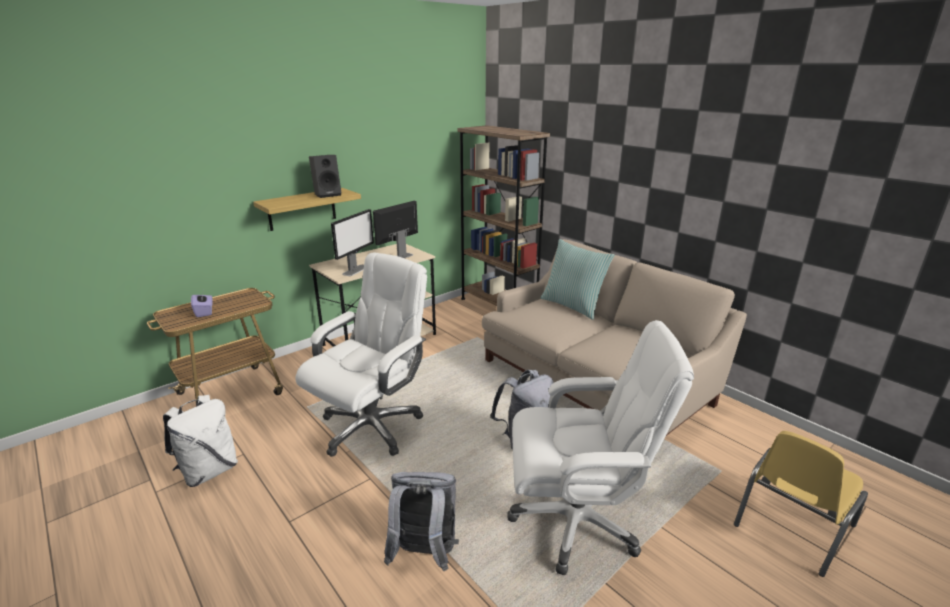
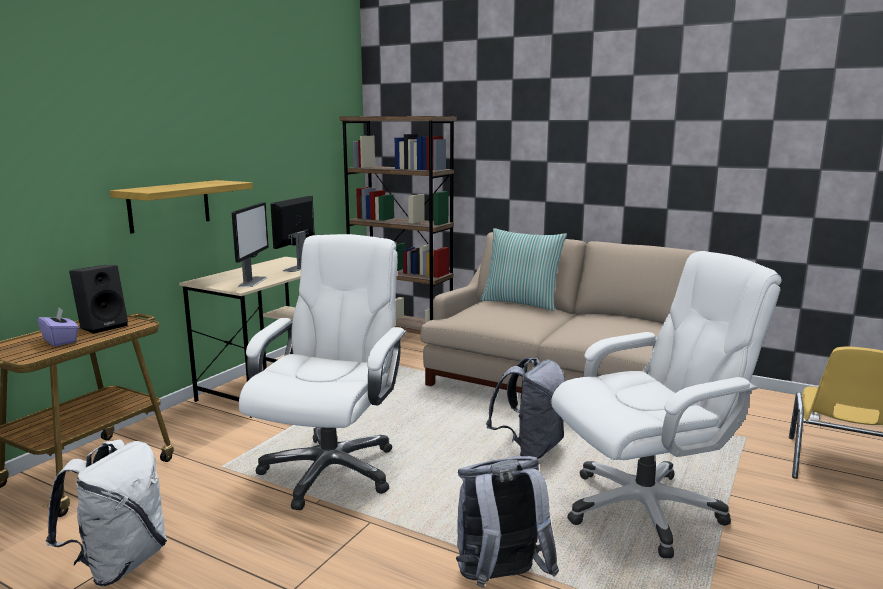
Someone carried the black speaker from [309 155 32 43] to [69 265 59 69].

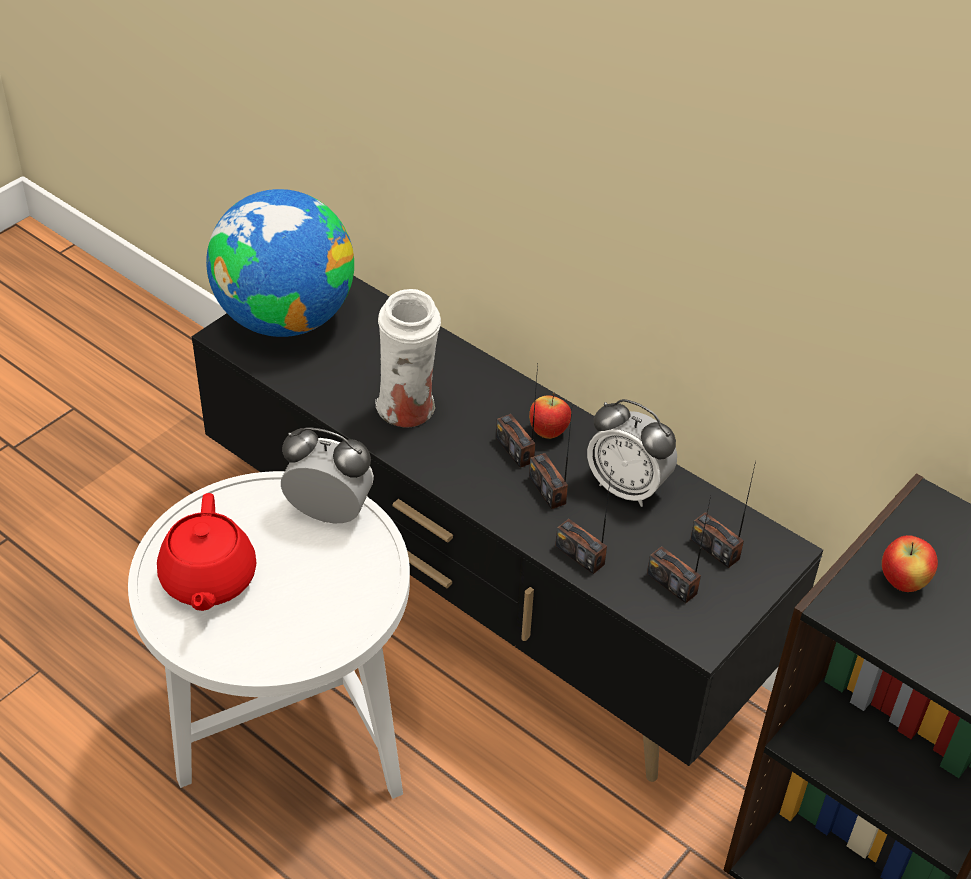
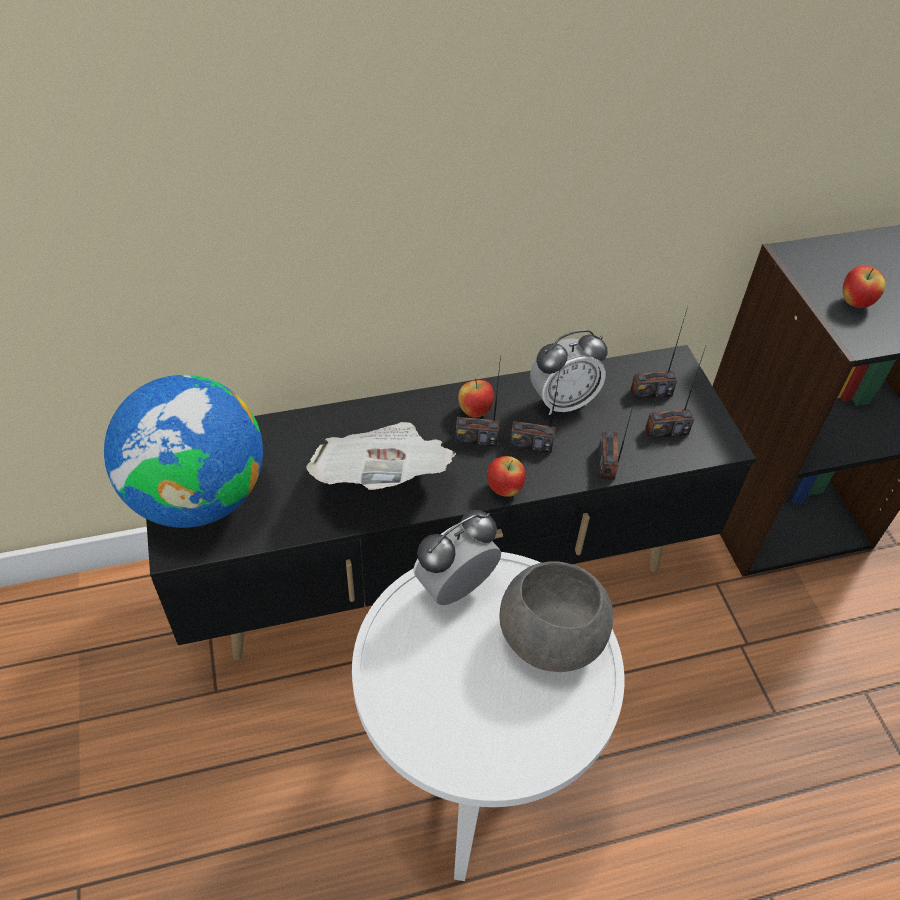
Someone swapped the white vase at [375 289 66 139] for the newspaper at [306 422 150 68].
Someone rotated the radio at [555 467 57 107] by 105 degrees clockwise.
Someone took away the red teapot at [157 493 99 118].
Someone put down the apple at [487 456 38 41].
Someone put down the grey bowl at [499 561 114 111].

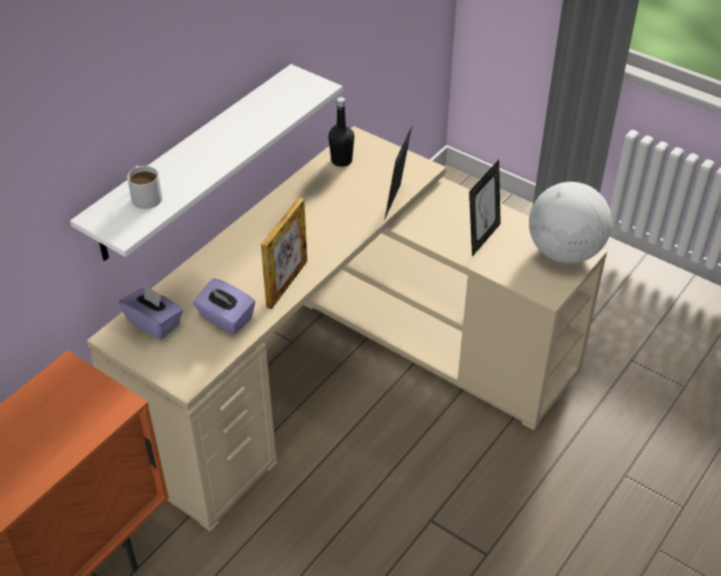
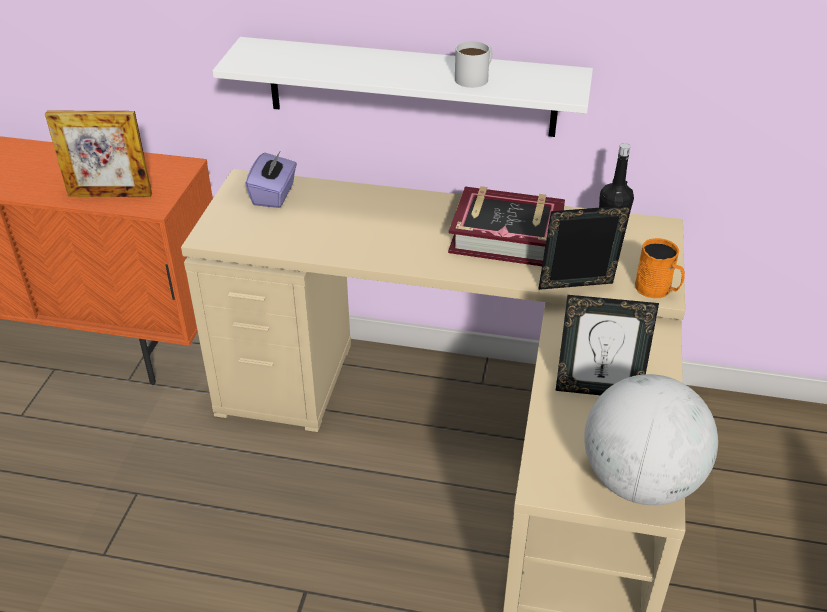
Someone carried the white mug from [127 166 35 43] to [455 41 37 47].
Someone carried the picture frame from [261 197 46 112] to [45 111 107 86].
Someone took away the purple tissue box at [193 278 62 57].
Someone put down the book at [448 186 117 80].
Someone put down the orange mug at [635 238 50 60].

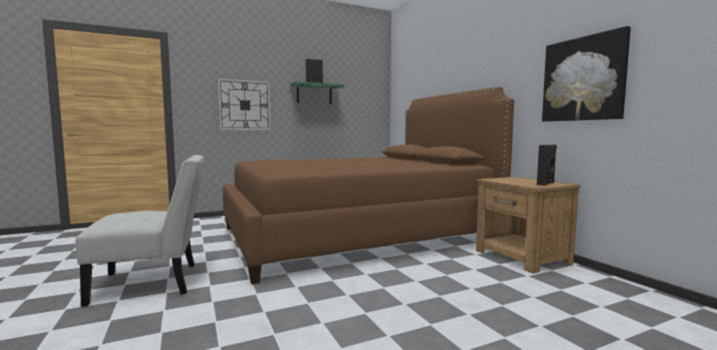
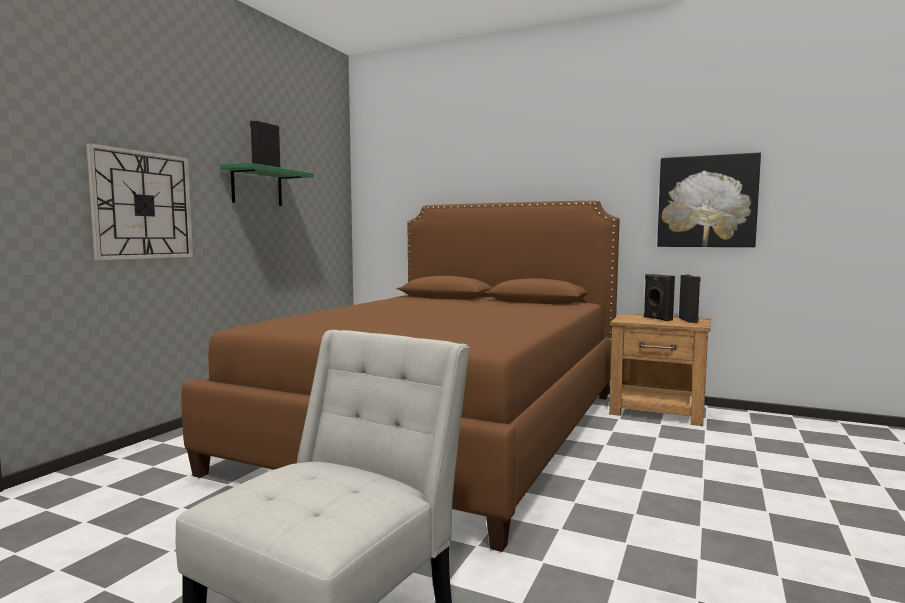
Someone put down the black speaker at [644 274 31 47].

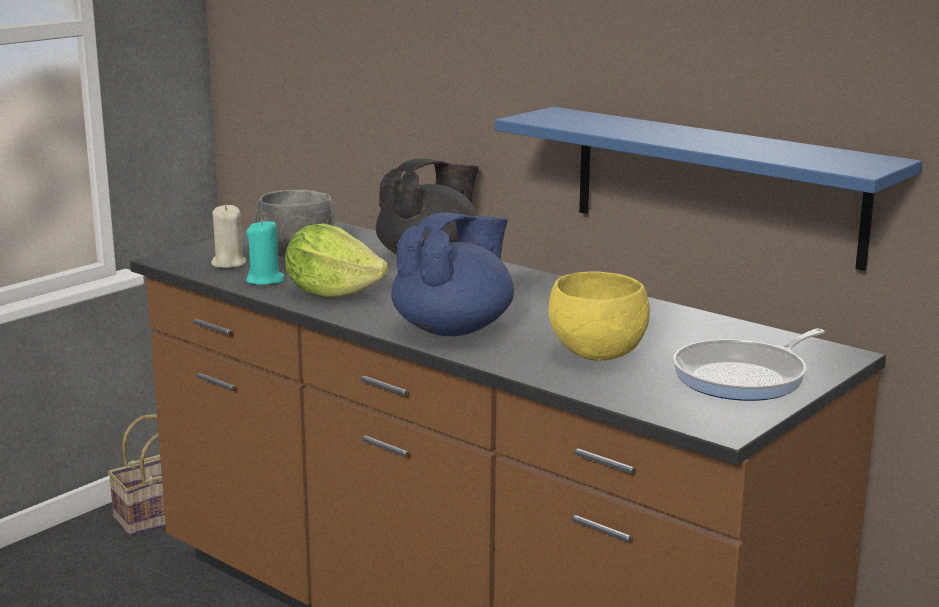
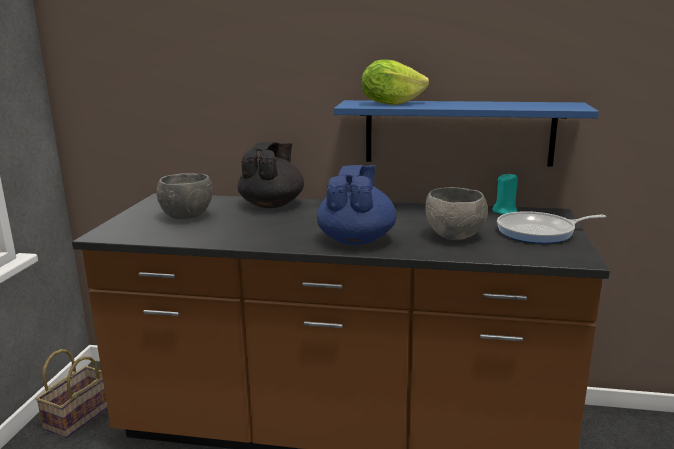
Someone took away the beige candle at [211 204 35 64].
Someone carried the turquoise candle from [246 219 39 66] to [492 173 26 41].
Someone carried the lettuce from [285 223 103 75] to [361 59 68 46].
Someone repainted the yellow bowl at [549 271 101 90], which became the grey bowl at [425 187 63 53].
Someone rotated the frying pan at [673 329 152 72] by 60 degrees clockwise.

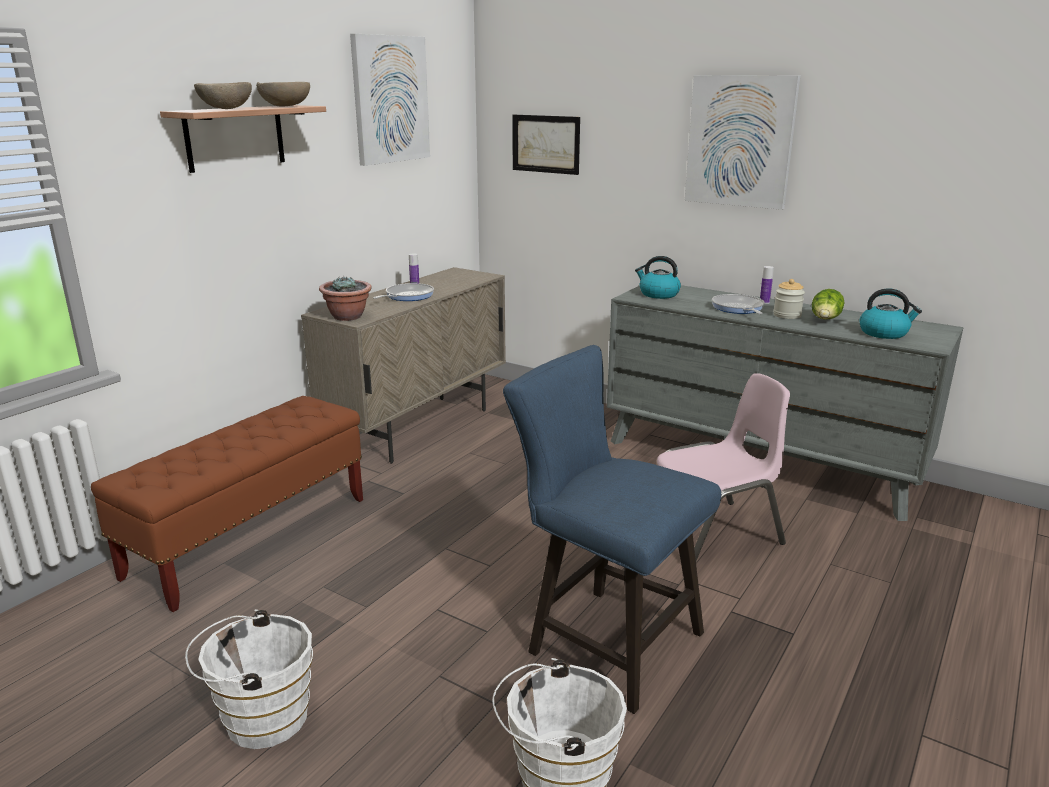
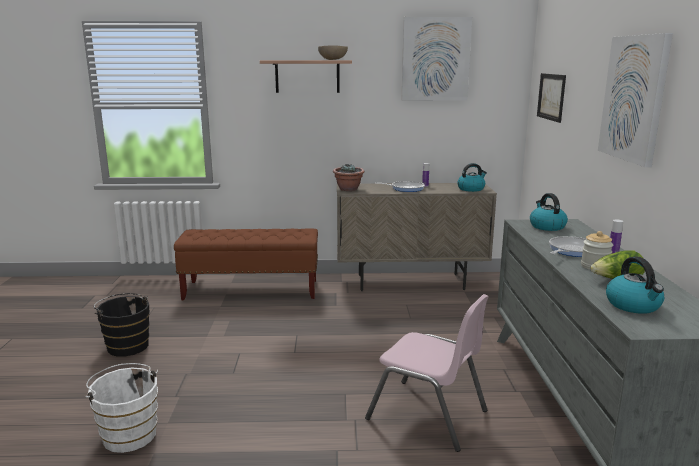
Someone took away the beige bowl at [194 82 58 27].
Someone took away the blue chair at [503 345 218 369].
Someone repainted the white bucket at [185 609 128 140], which became the black bucket at [94 293 56 64].
Someone put down the kettle at [458 163 29 29].

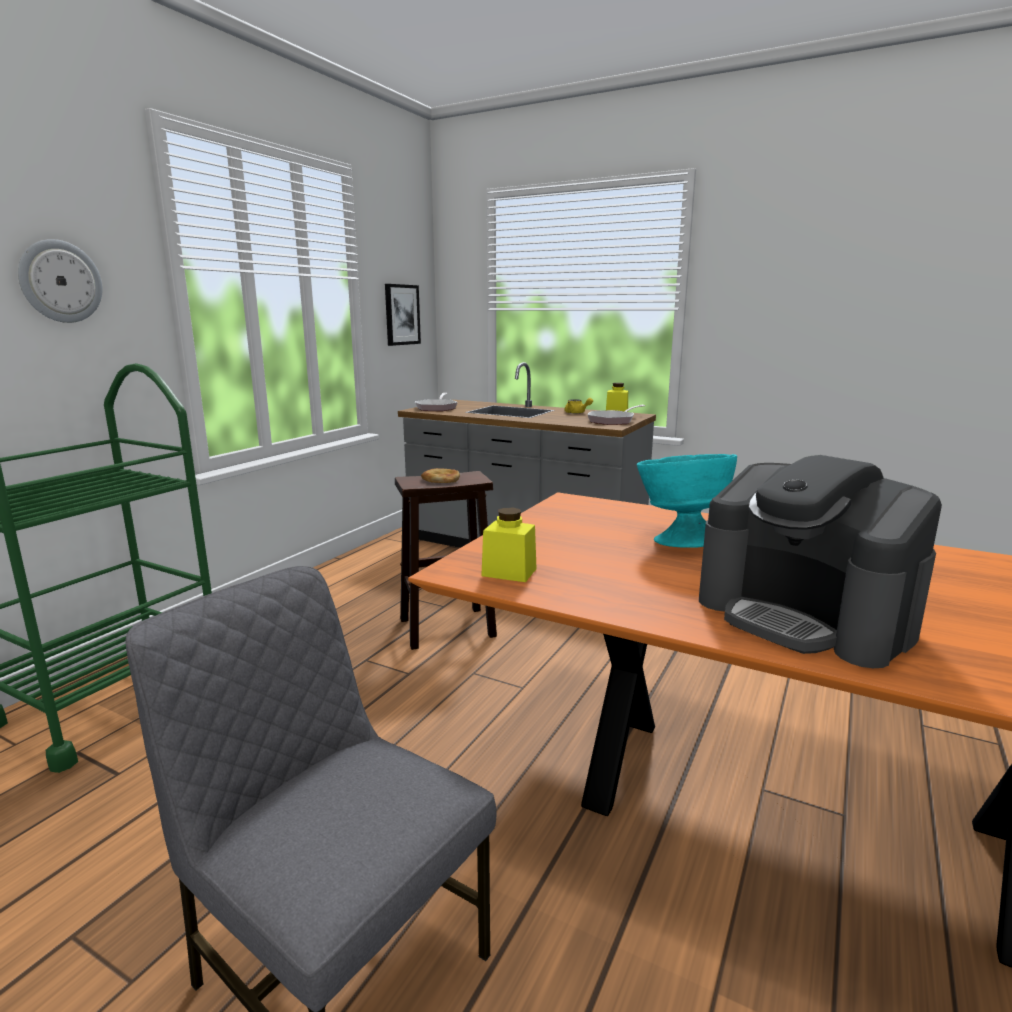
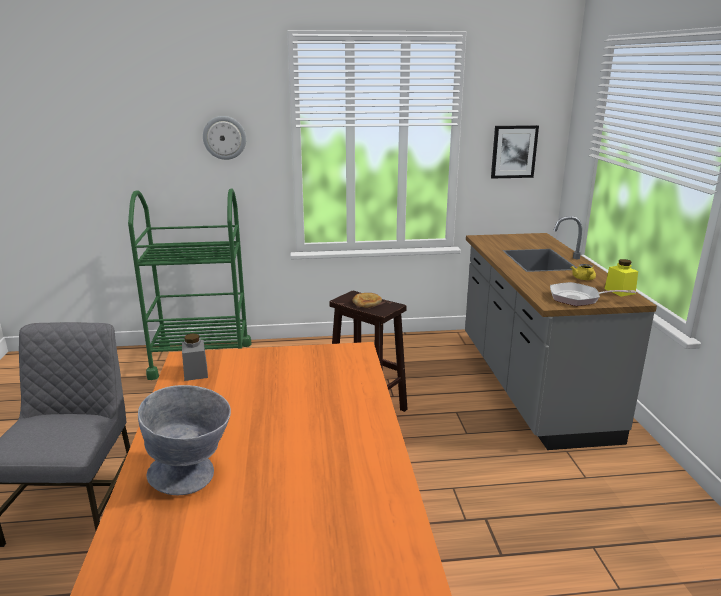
Someone took away the frying pan at [415 393 43 18].
Someone took away the turquoise bowl at [637 454 100 94].
Someone swapped the coffee machine at [699 455 243 213] for the grey bowl at [138 385 93 110].
Someone repainted the yellow jar at [481 508 56 74], which became the grey jar at [182 334 26 47].

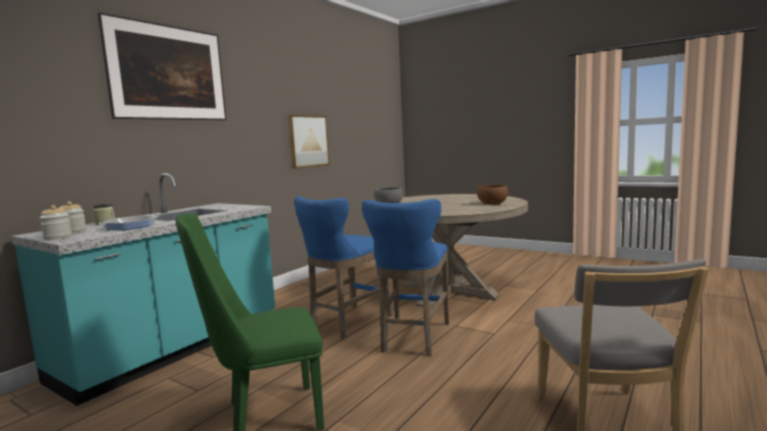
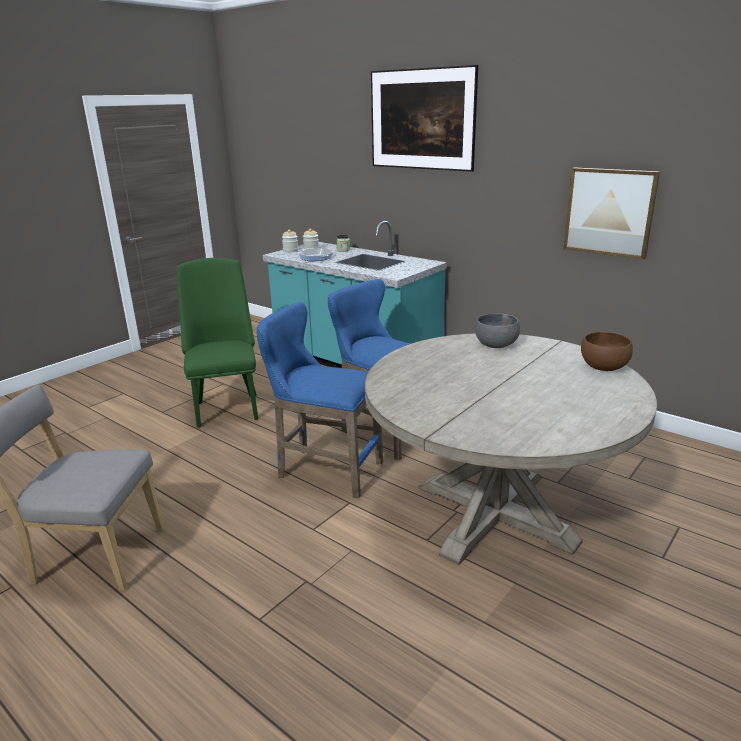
Someone carried the brown bowl from [477 184 31 21] to [581 332 52 39].

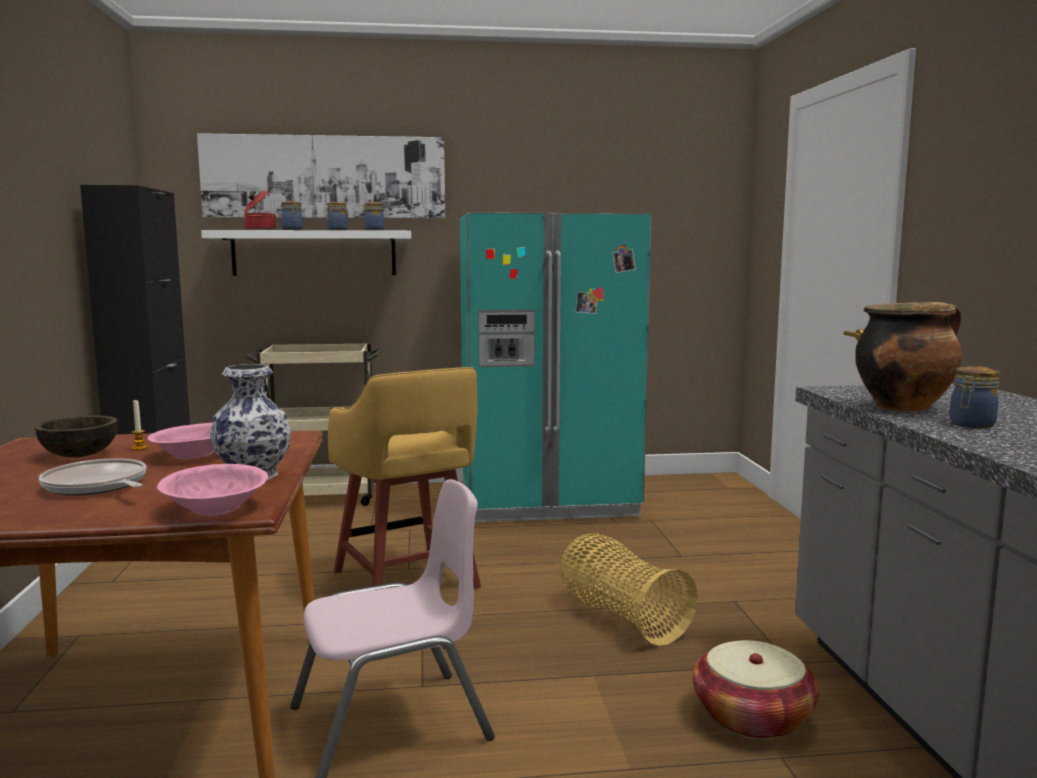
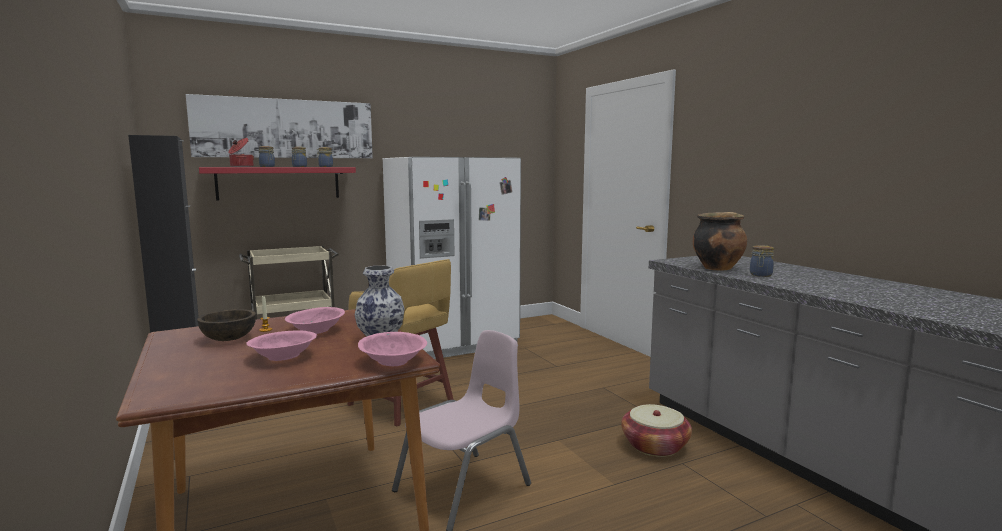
Someone repainted the turquoise fridge at [460 212 192 310], which became the white fridge at [383 157 138 202].
Someone repainted the white shelf at [201 230 210 46], which became the red shelf at [199 167 157 33].
Someone swapped the frying pan at [39 458 108 37] for the pink bowl at [246 330 71 31].
Someone took away the basket at [560 534 138 112].

